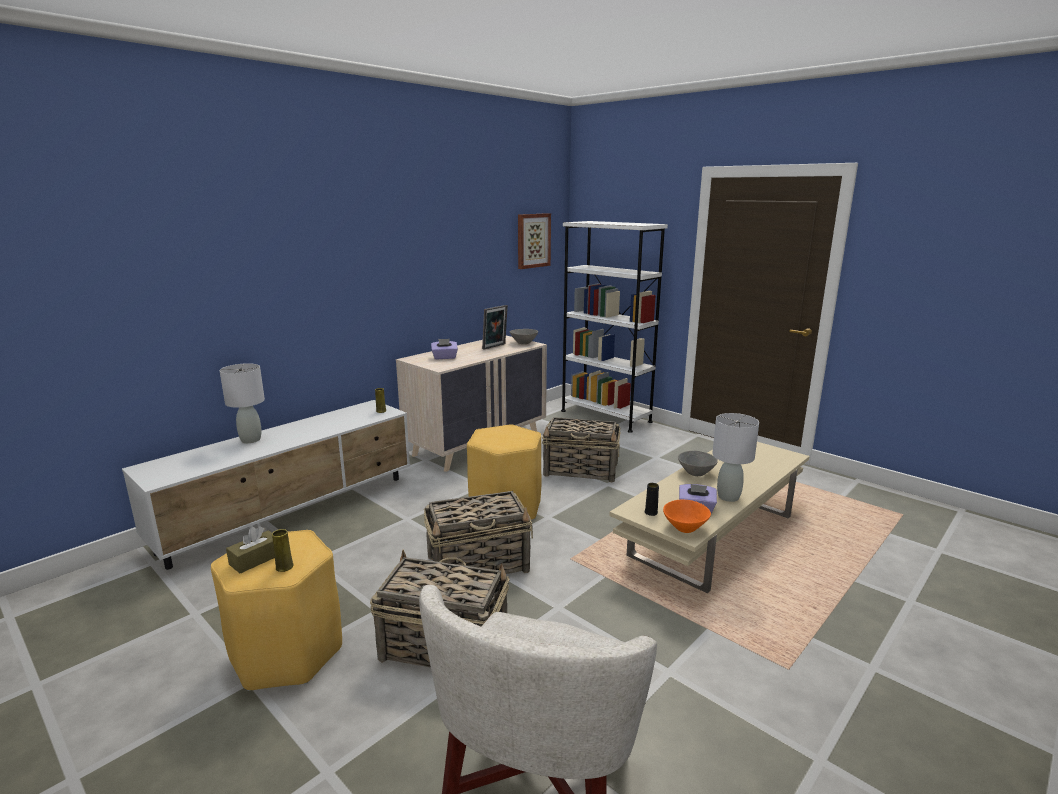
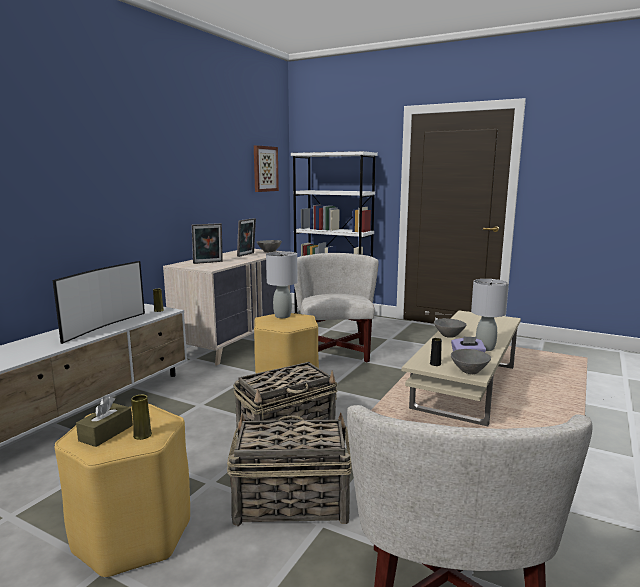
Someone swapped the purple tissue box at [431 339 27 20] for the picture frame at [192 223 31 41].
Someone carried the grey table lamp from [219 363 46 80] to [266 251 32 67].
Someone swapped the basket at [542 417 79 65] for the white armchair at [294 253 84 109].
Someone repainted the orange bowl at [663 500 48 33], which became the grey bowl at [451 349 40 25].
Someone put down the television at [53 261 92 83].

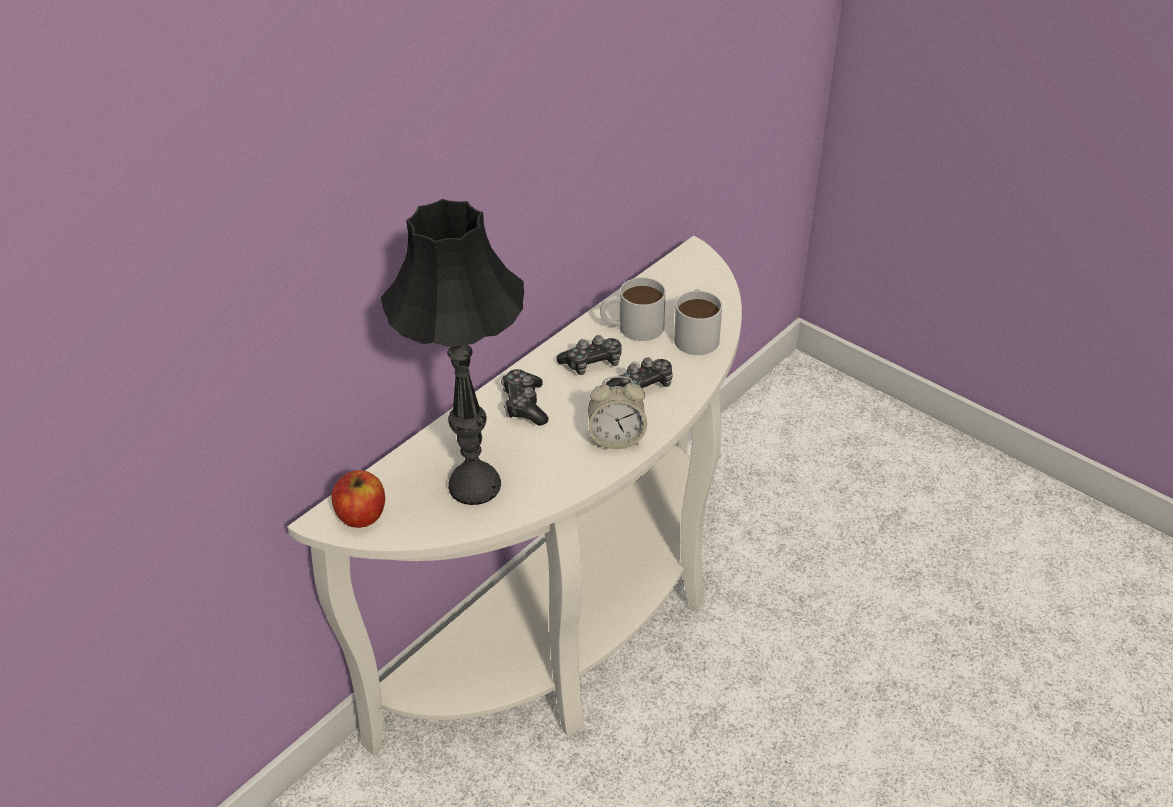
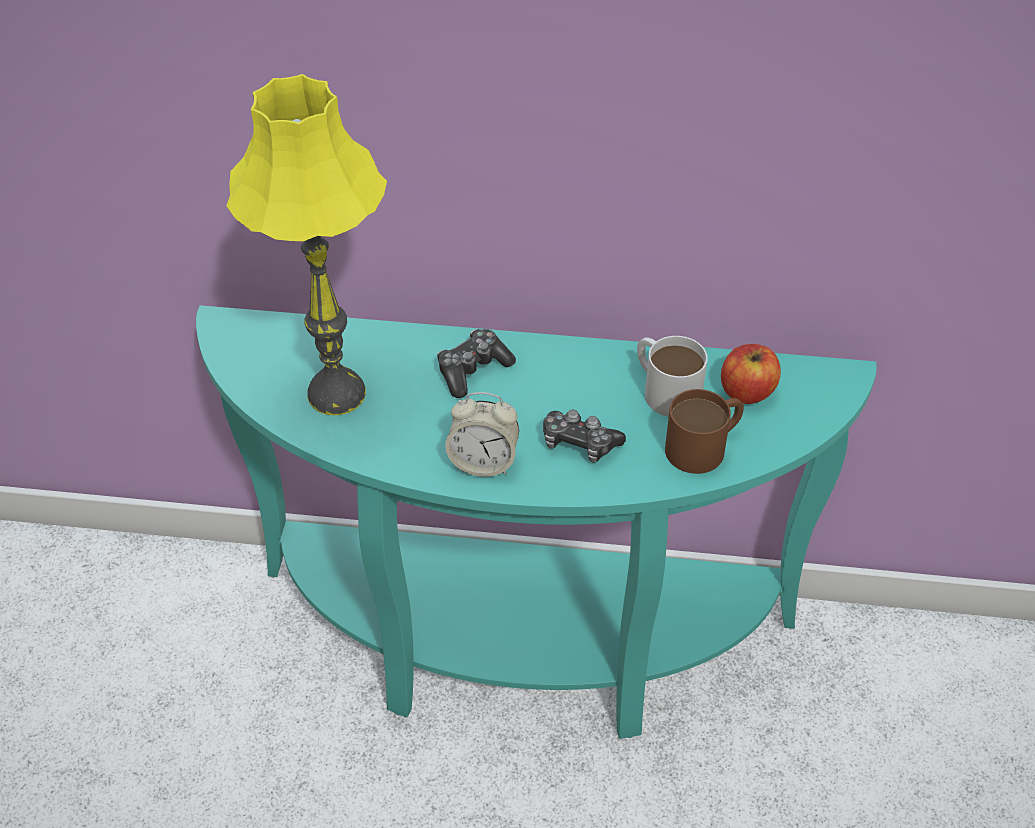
Someone repainted the black table lamp at [381 199 143 306], which became the yellow table lamp at [227 74 160 341].
Someone repainted the white console table at [287 236 455 520], which became the turquoise console table at [196 305 681 434].
Someone repainted the white mug at [674 289 48 66], which became the brown mug at [665 389 79 85].
Someone took away the game controller at [556 335 65 40].
Someone rotated the alarm clock at [588 376 59 73] by 45 degrees counterclockwise.
Someone carried the apple from [331 470 54 58] to [721 344 60 60].

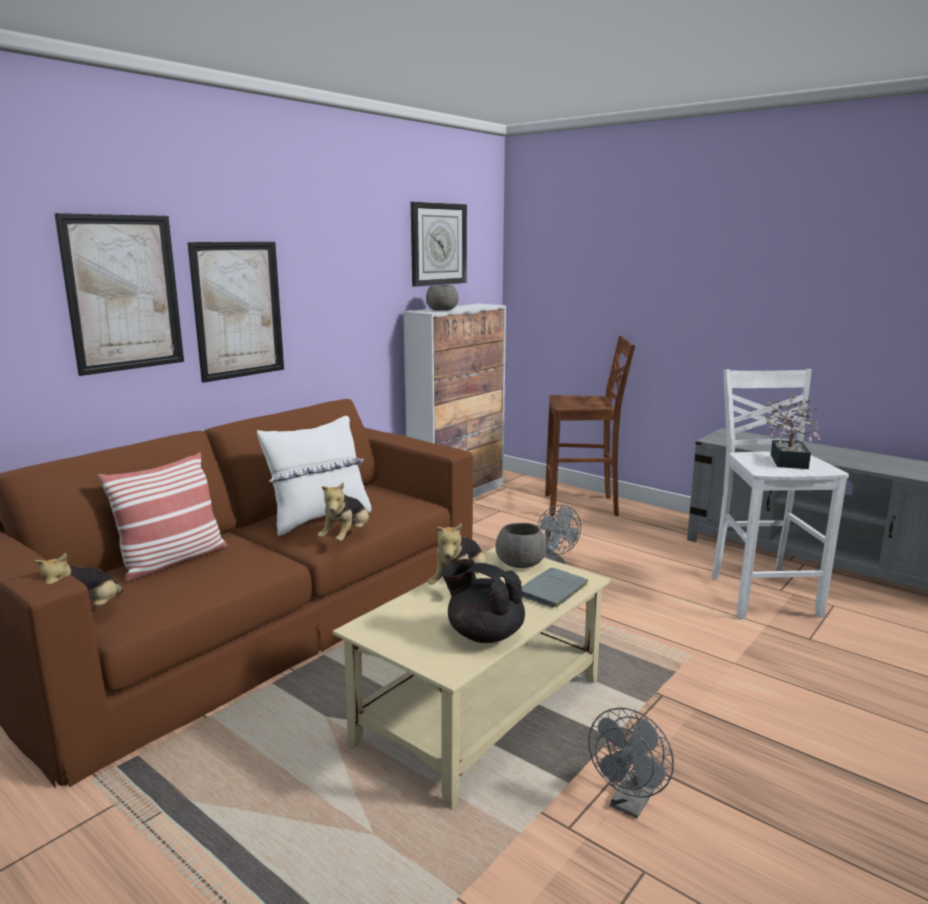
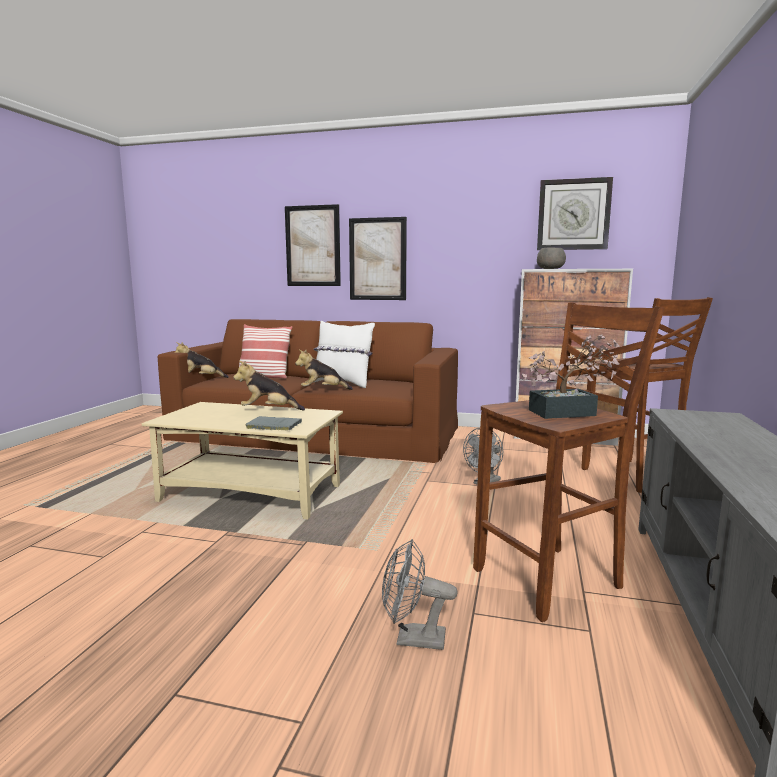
Someone repainted the white stool at [712 369 137 250], which became the brown stool at [473 303 191 319].
Someone took away the grey bowl at [496 523 51 45].
Someone took away the black teapot at [442 559 83 84].
Someone carried the grey fan from [588 707 86 112] to [382 539 75 111].

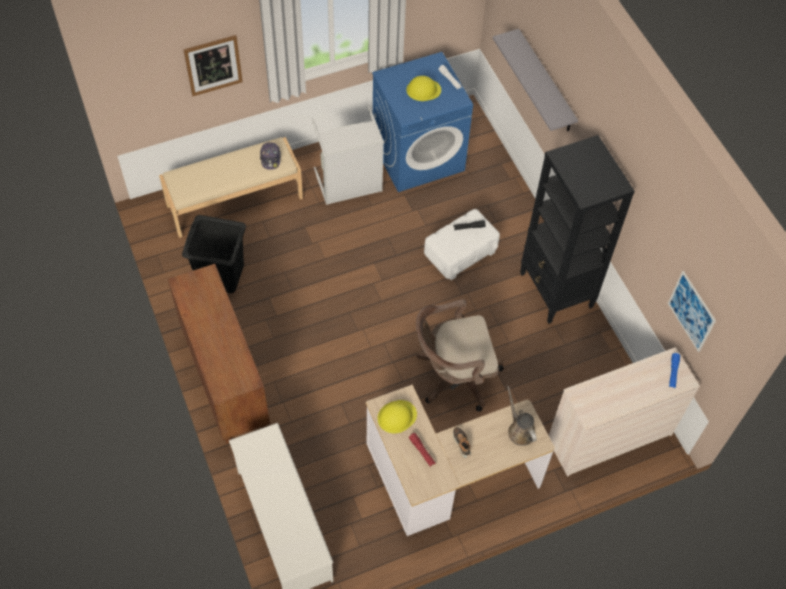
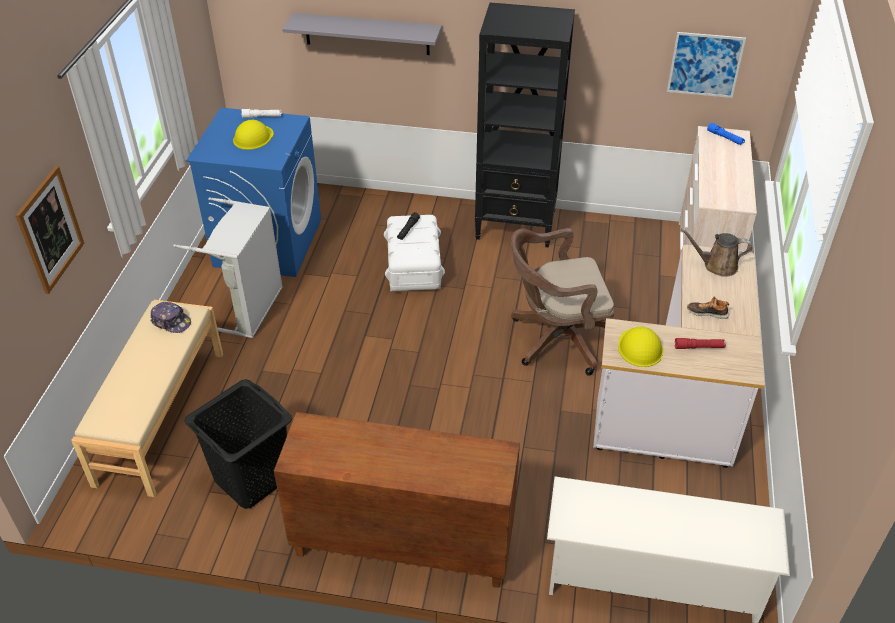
Someone rotated the brown office chair at [416 299 88 112] by 60 degrees clockwise.

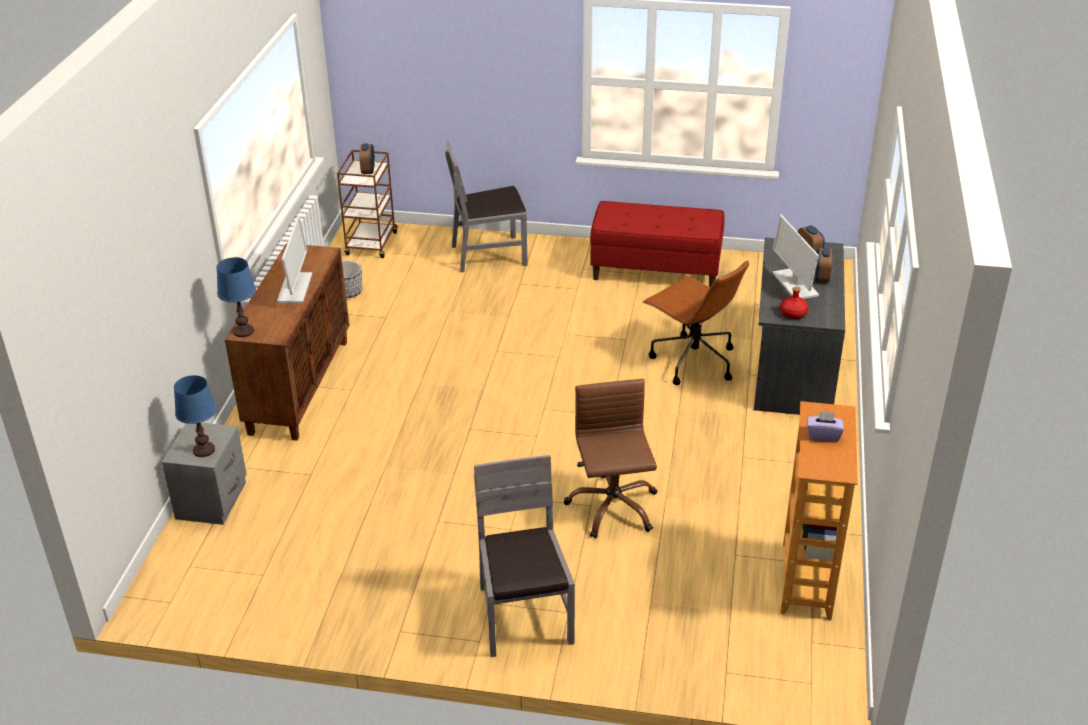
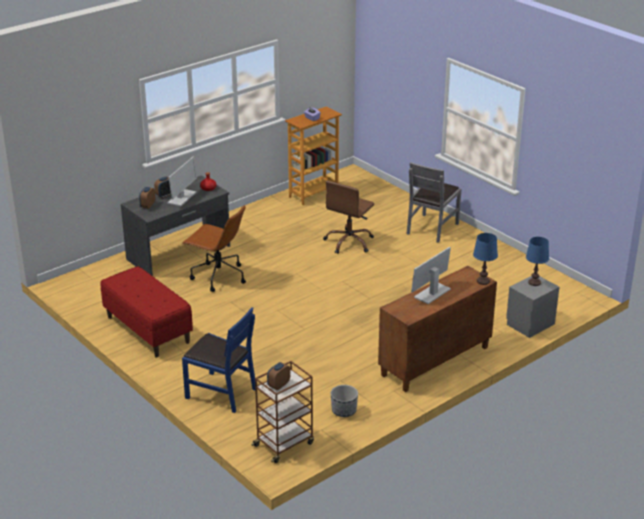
Someone repainted the grey chair at [445 141 83 132], which became the blue chair at [182 307 73 106].
Someone rotated the brown office chair at [643 260 106 125] by 120 degrees clockwise.

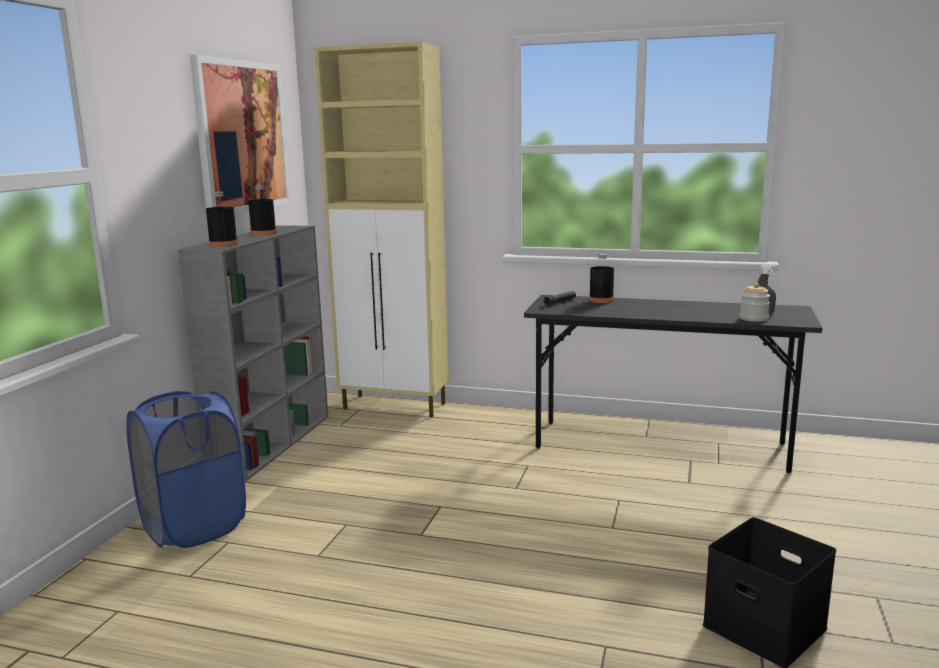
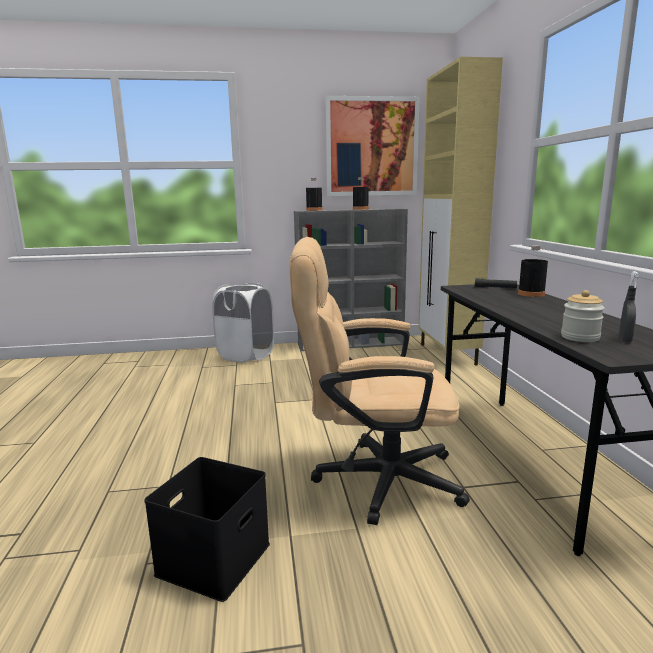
Someone repainted the blue laundry basket at [126 391 120 157], which became the white laundry basket at [212 283 62 79].
Someone put down the beige office chair at [290 237 180 288].

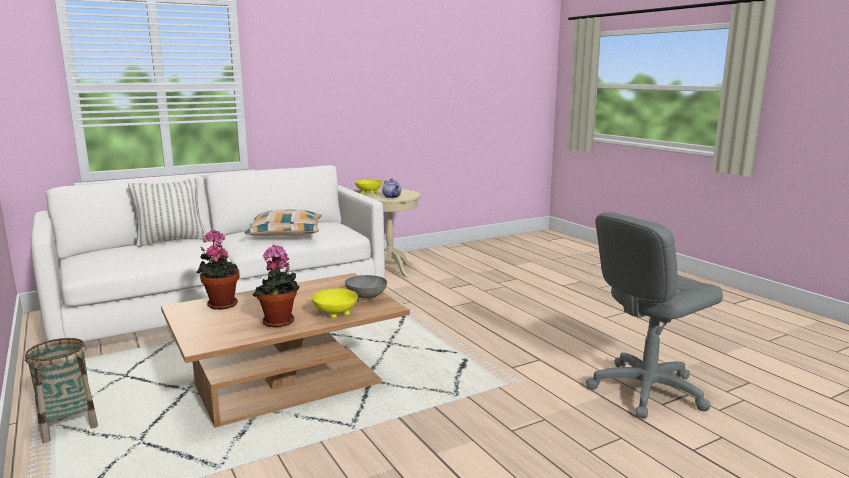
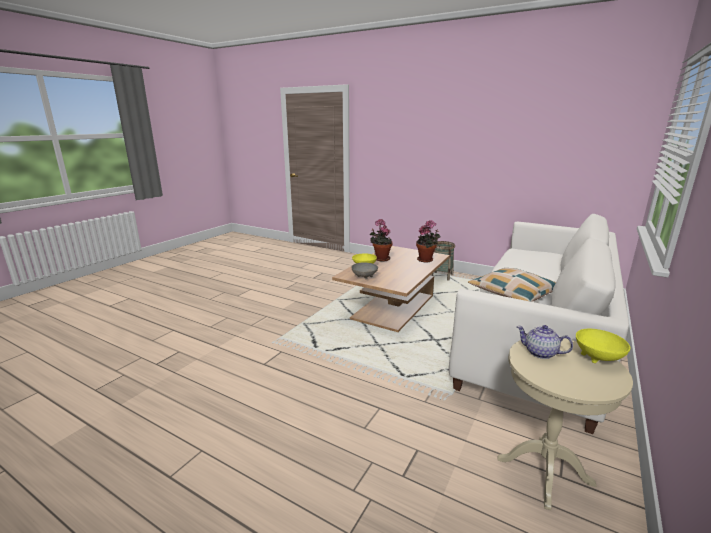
Someone took away the pillow at [128 178 78 69].
Someone took away the grey office chair at [586 212 137 207].

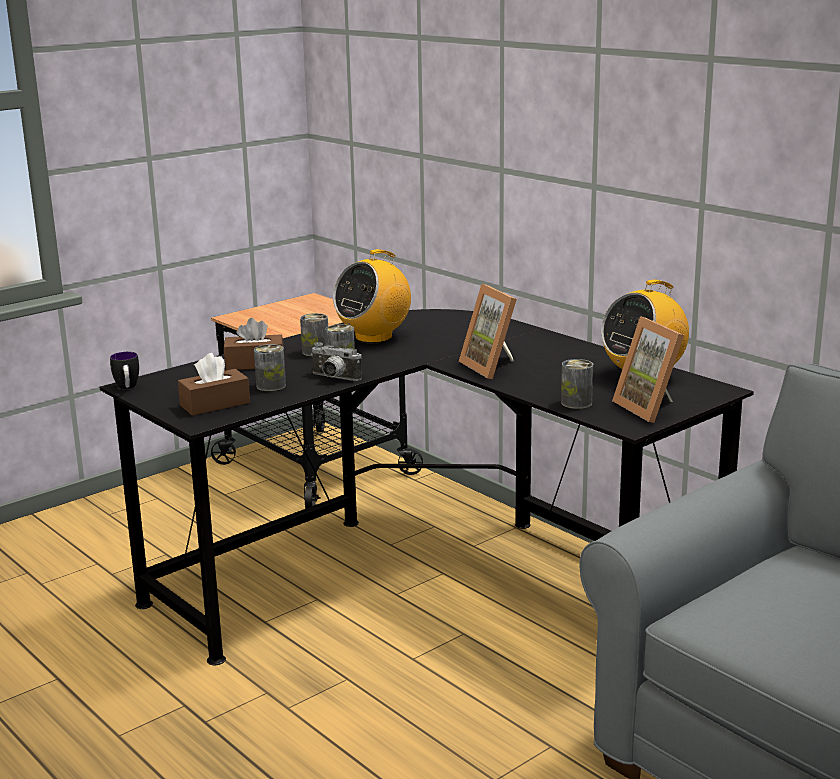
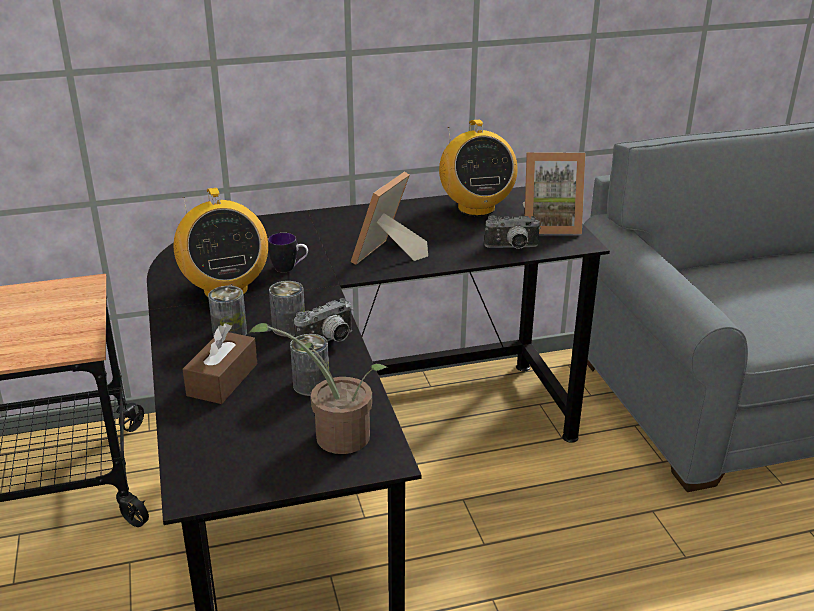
Someone rotated the picture frame at [459 284 58 95] by 120 degrees clockwise.
Someone carried the mug from [110 352 29 37] to [268 233 40 40].
Someone swapped the brown tissue box at [178 353 72 63] for the potted plant at [248 323 140 131].
Someone swapped the can at [561 359 32 50] for the photo camera at [484 215 57 34].

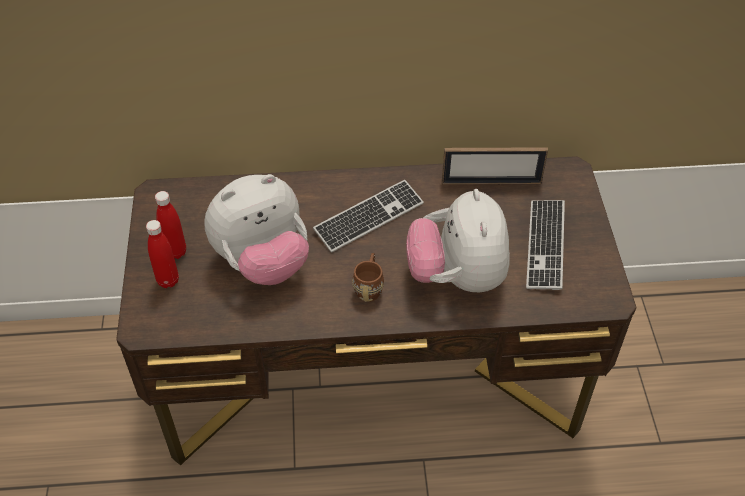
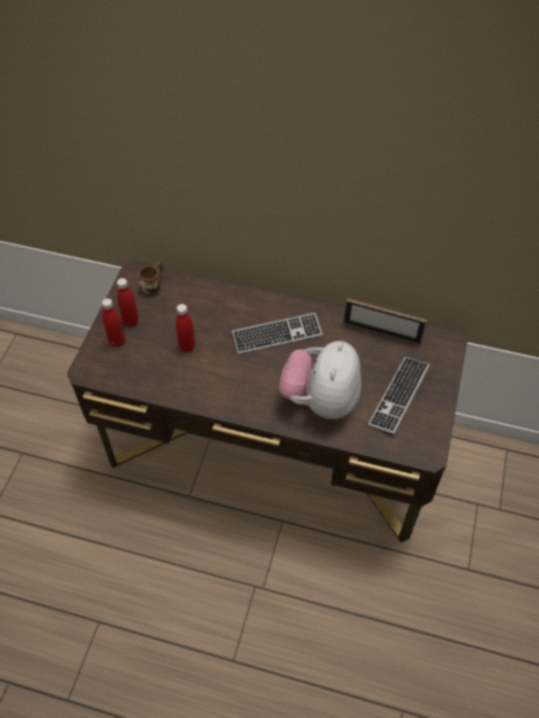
Someone swapped the plush toy at [204 174 105 111] for the red bottle at [176 304 19 49].
Someone carried the brown mug from [352 253 32 49] to [138 262 25 32].

